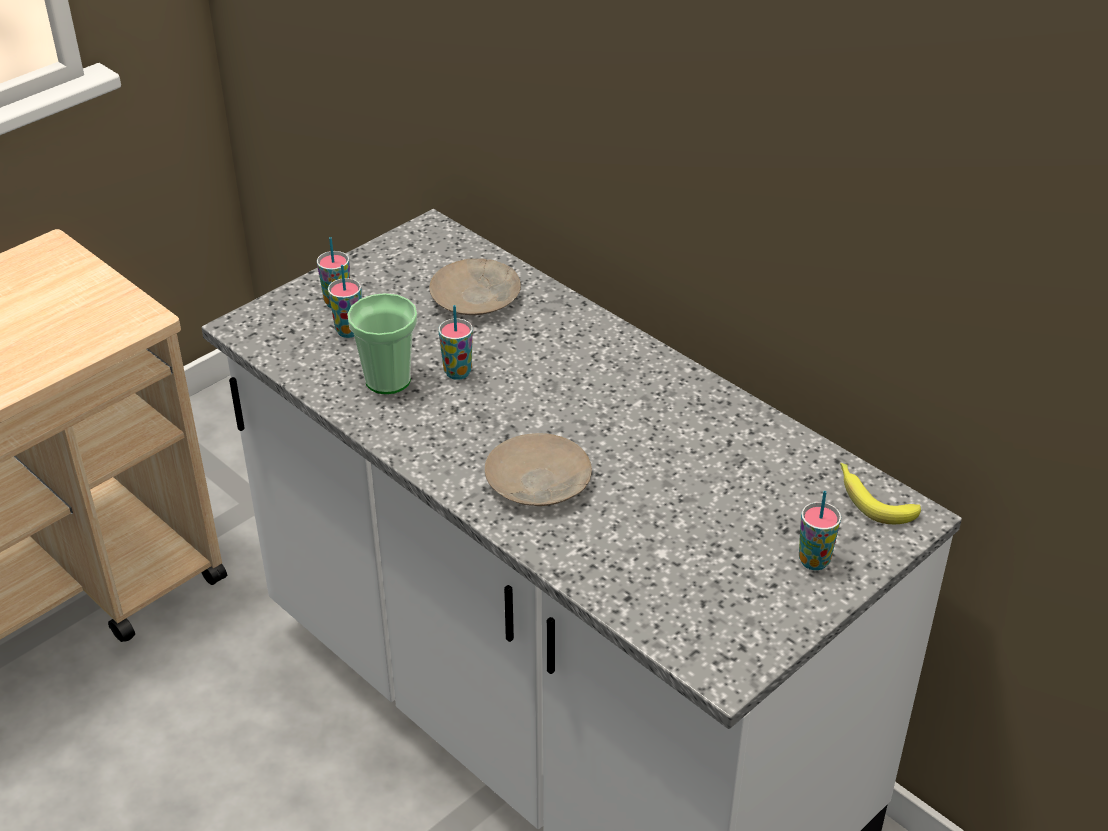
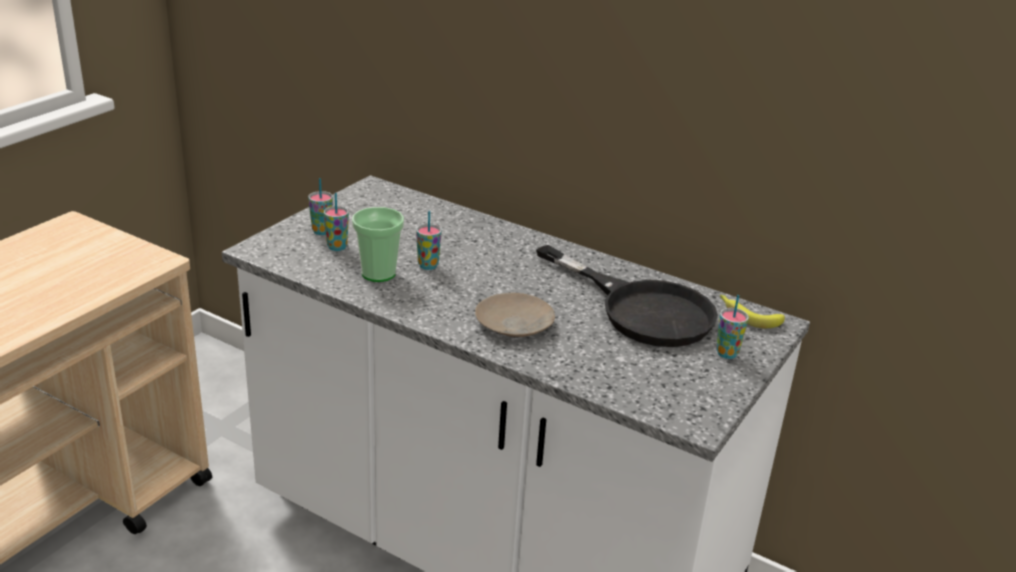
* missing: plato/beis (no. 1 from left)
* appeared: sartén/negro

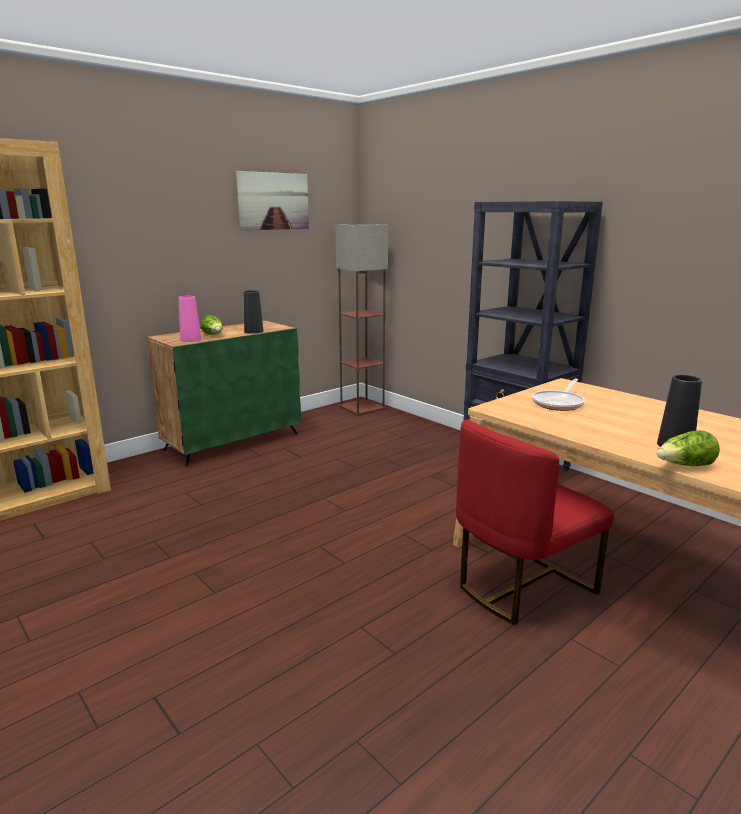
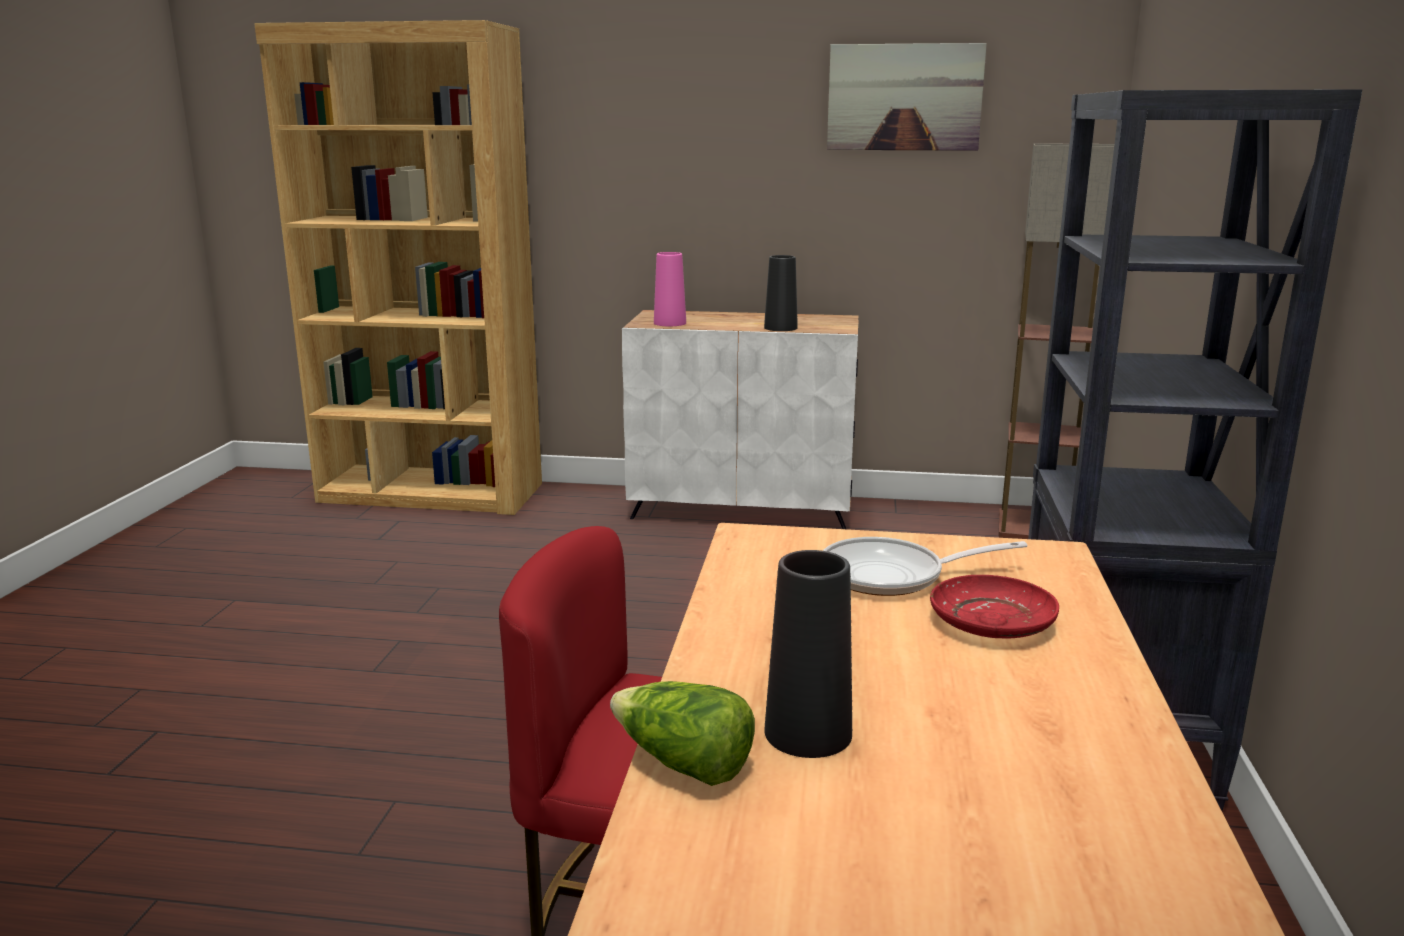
* missing: lechuga (no. 1 from left)
* colour: armario/verde to armario/blanco
* appeared: plato/rojo

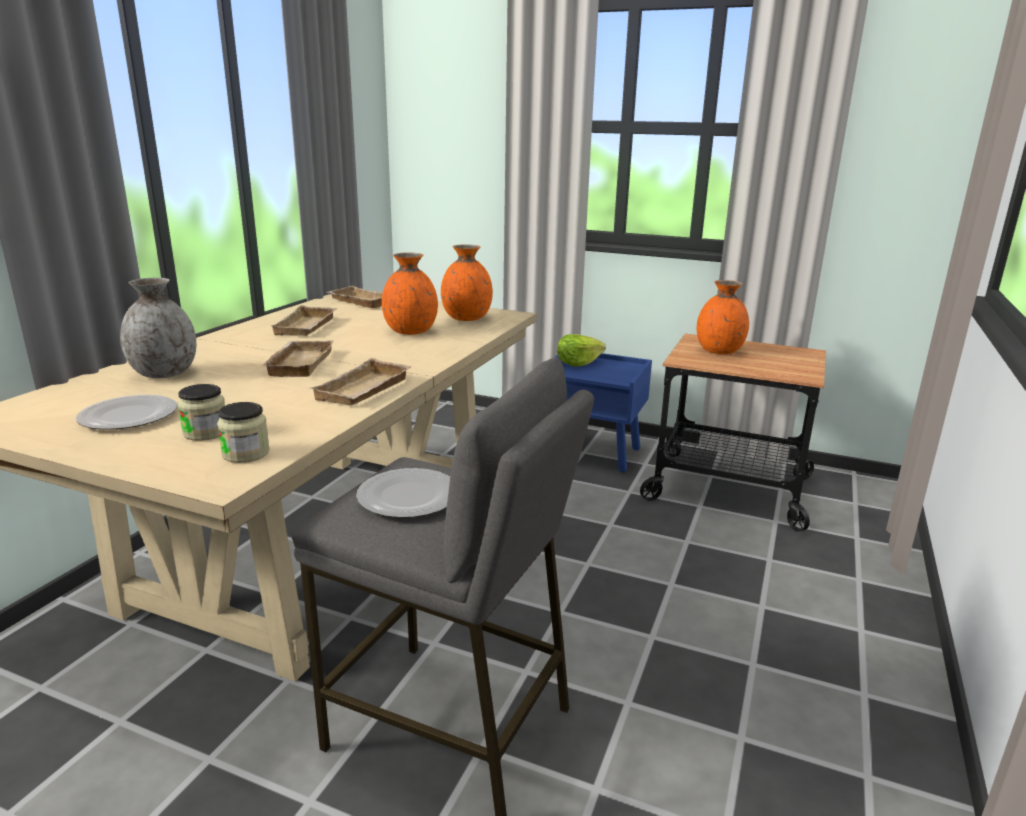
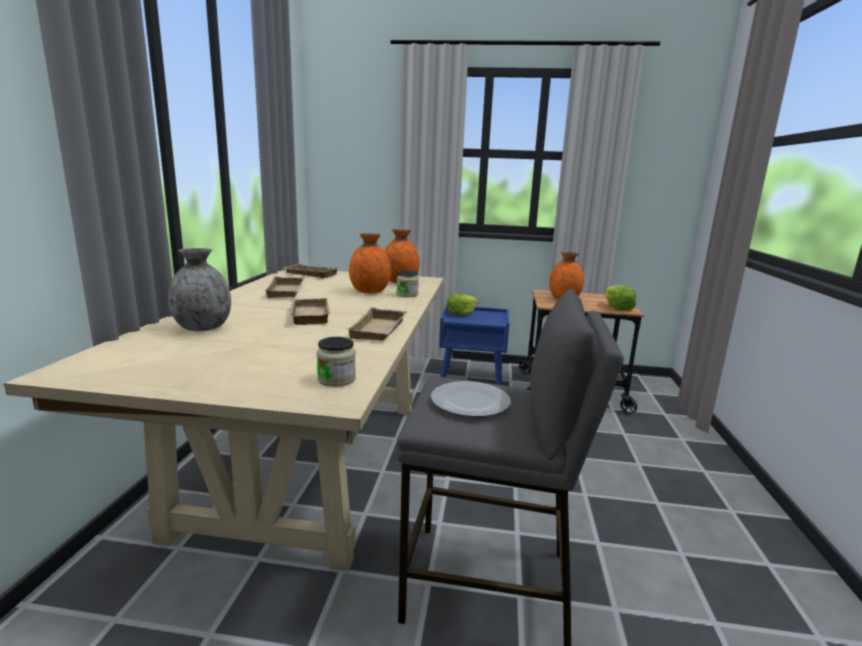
* relocated: tarro (no. 1 from left in the first image) to tarro (no. 2 from left)
* missing: plato (no. 1 from left)
* appeared: lechuga (no. 2 from left)

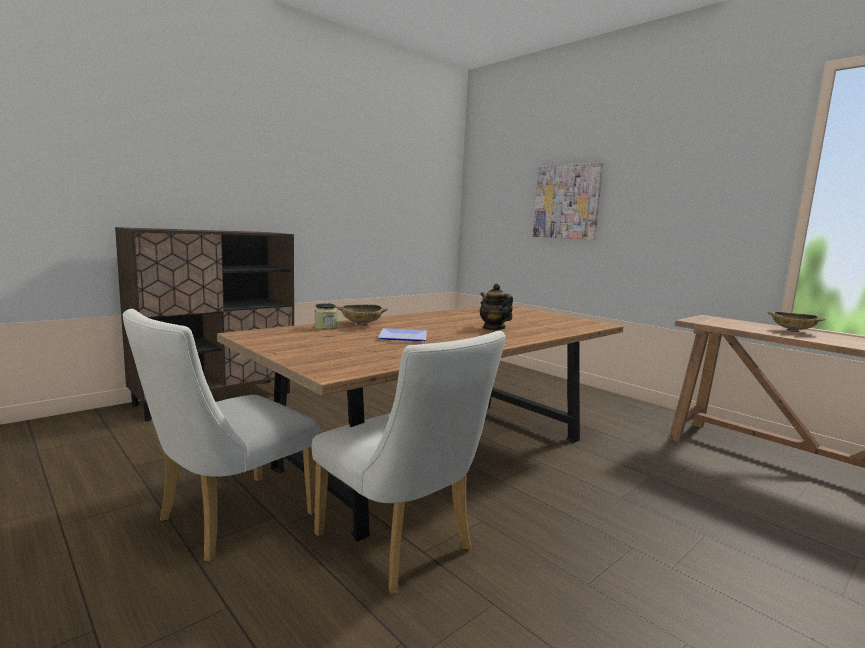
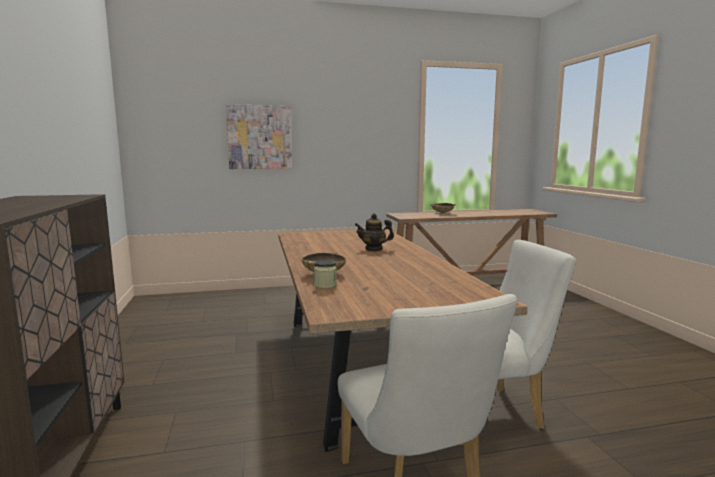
* missing: plato

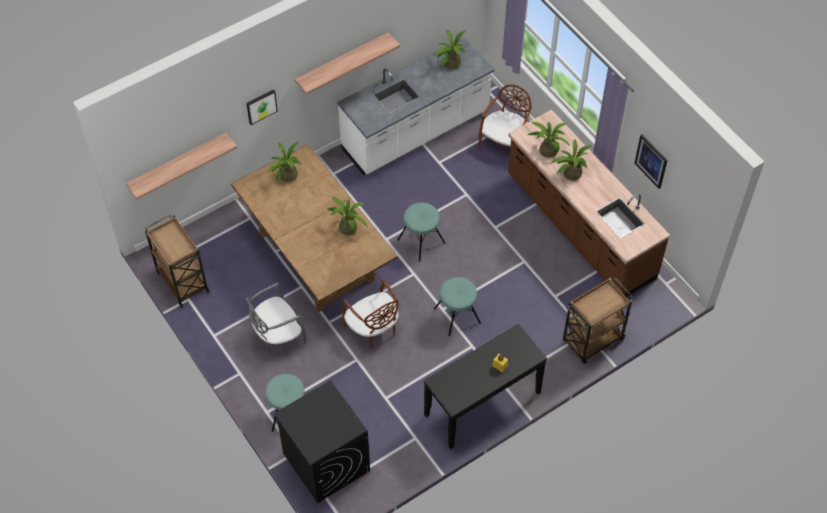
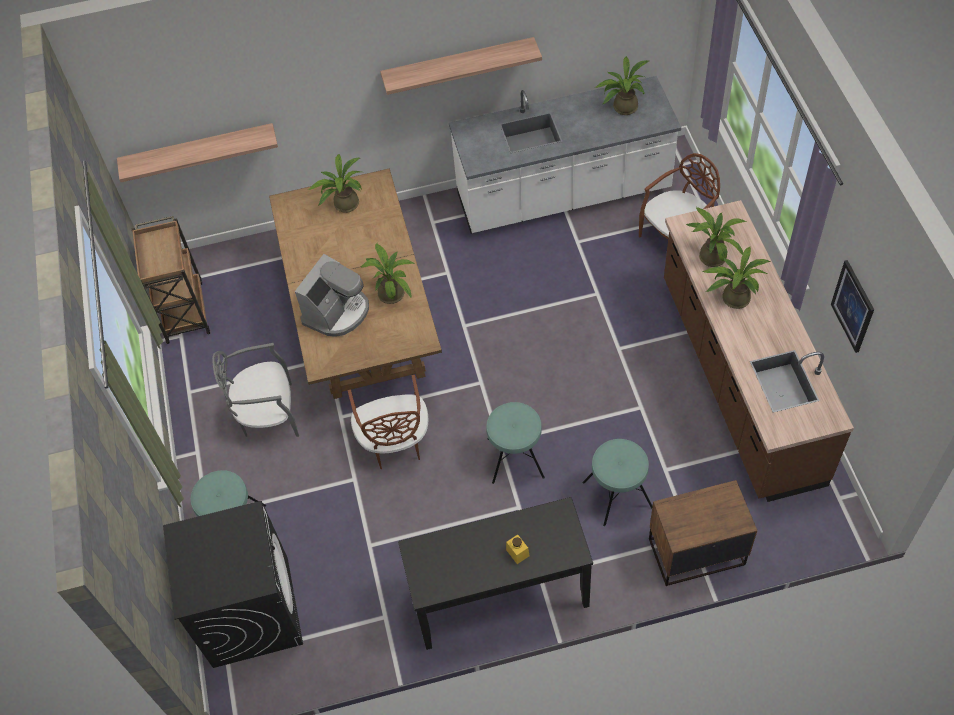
* missing: cuadro (no. 1 from left)
* relocated: taburete/turquesa (no. 2 from left in the first image) to taburete/turquesa (no. 3 from left)
* exchanged: carrito/marrón (no. 2 from left) to mesita de noche/marrón
* appeared: cafetera

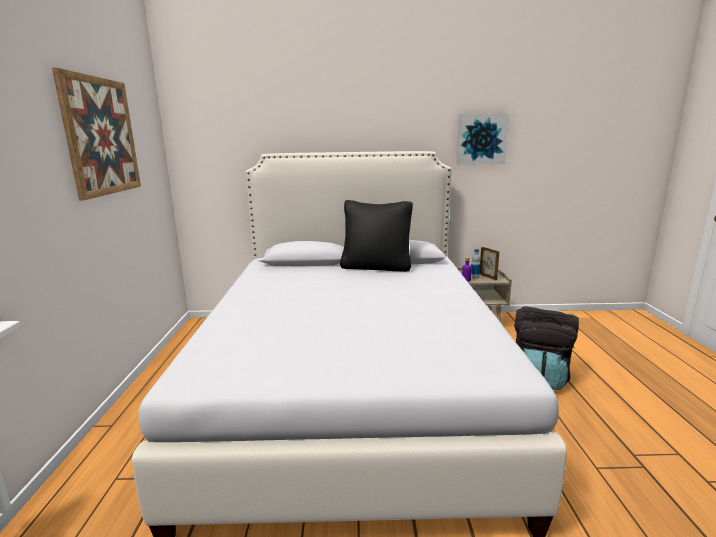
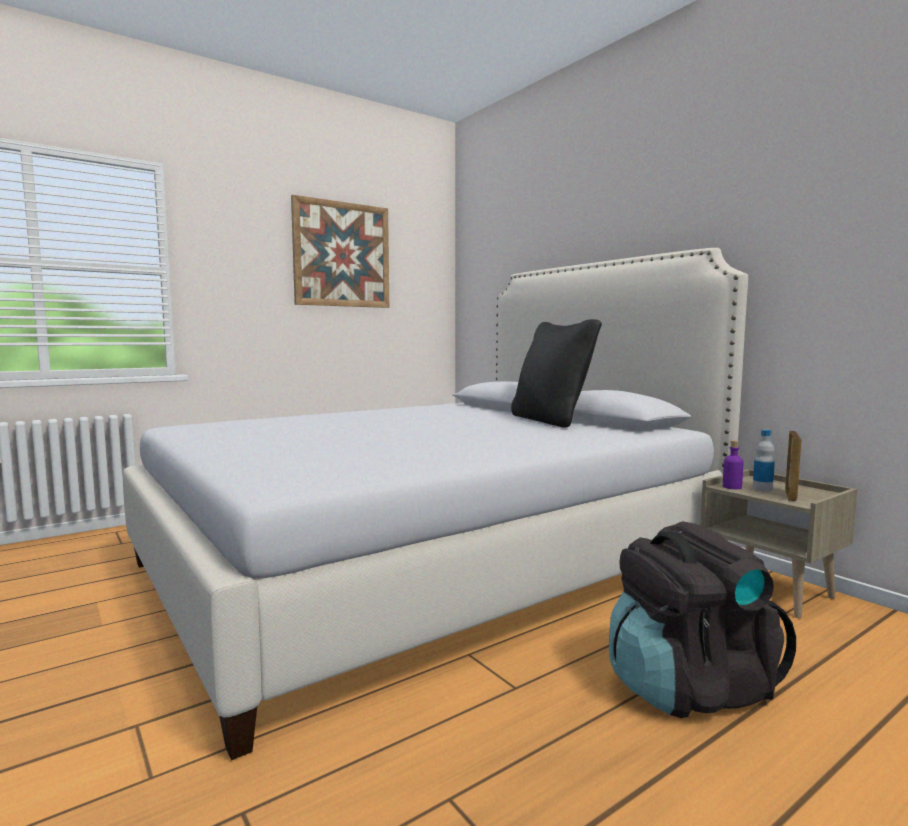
* missing: cuadro (no. 2 from left)

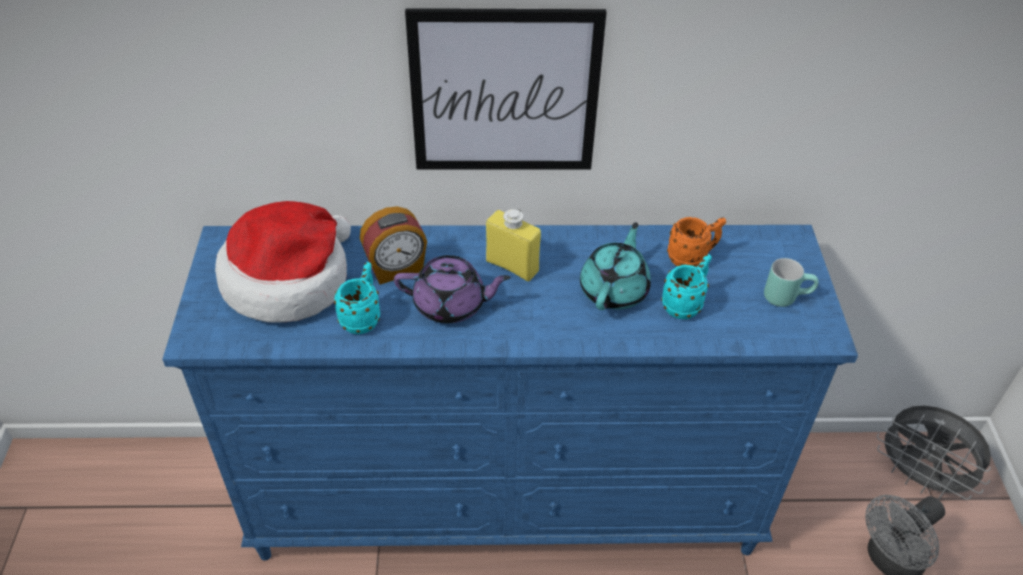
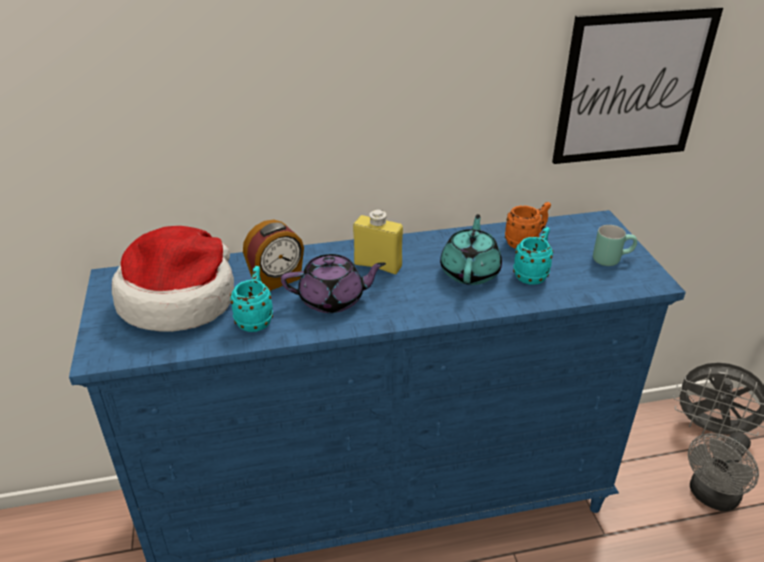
* relocated: cuadro

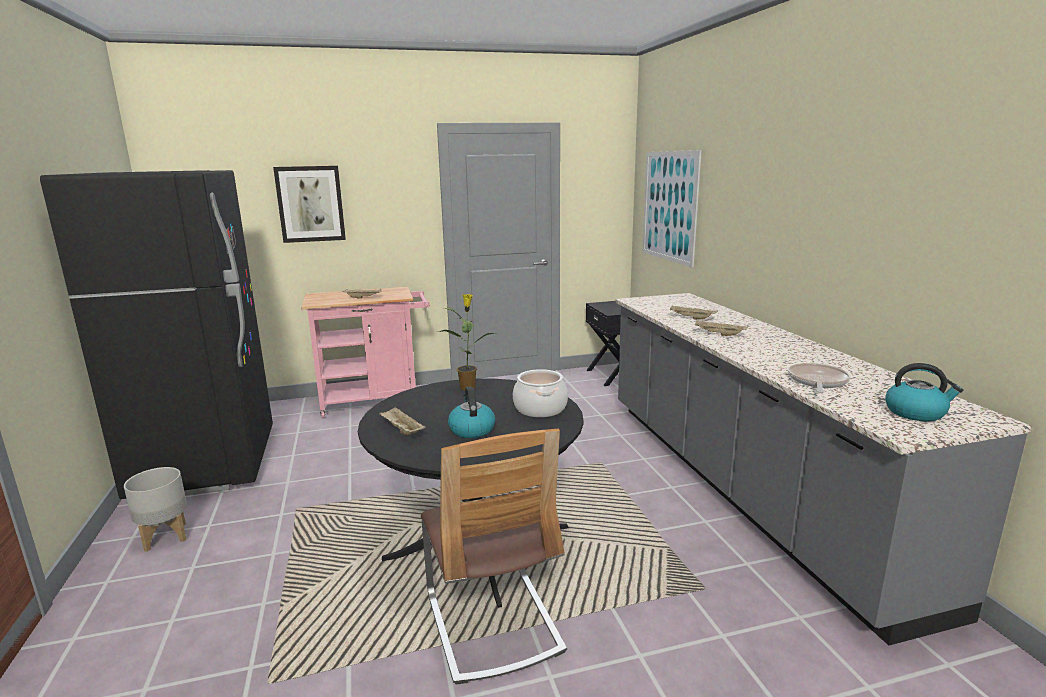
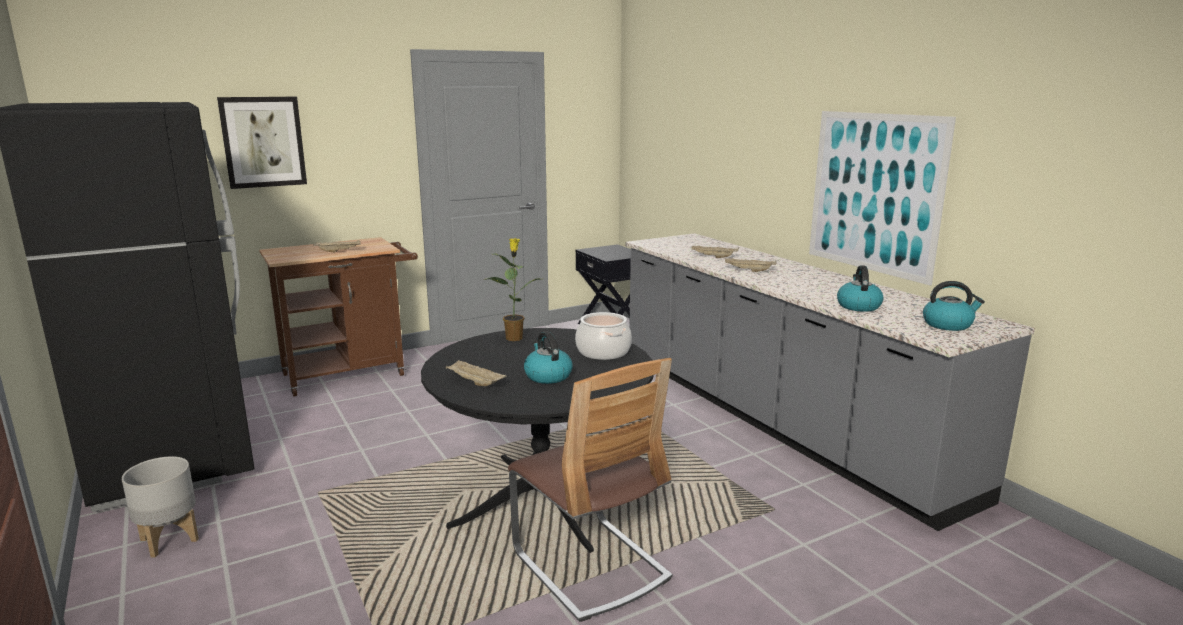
* relocated: cuadro (no. 2 from left)
* colour: carrito/rosa to carrito/marrón
* exchanged: sartén to hervidor (no. 2 from left)

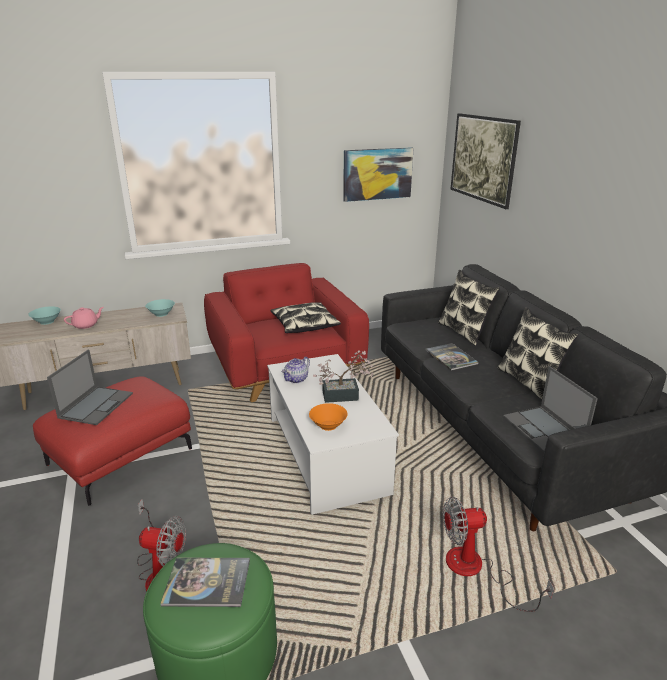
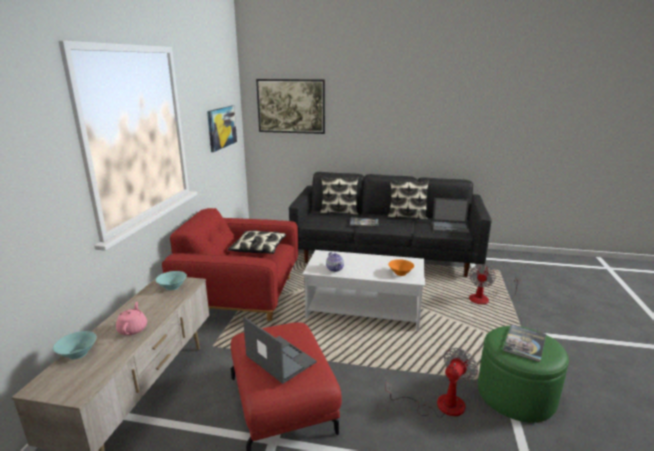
* missing: planta en maceta

